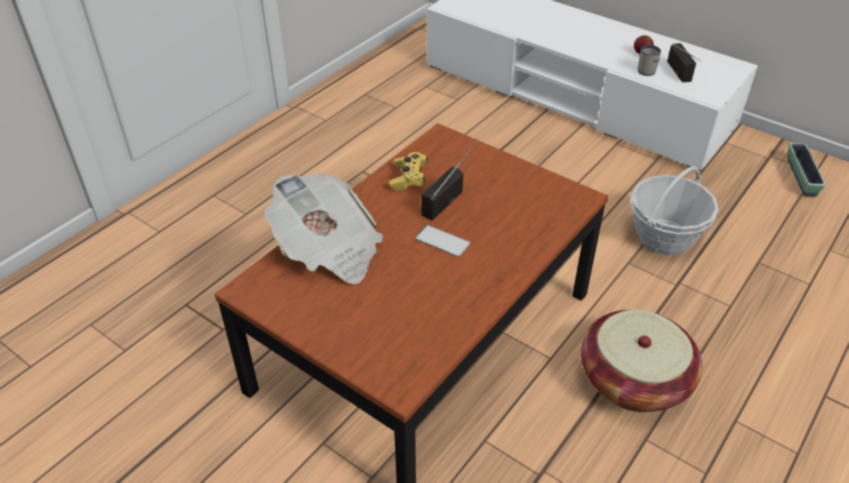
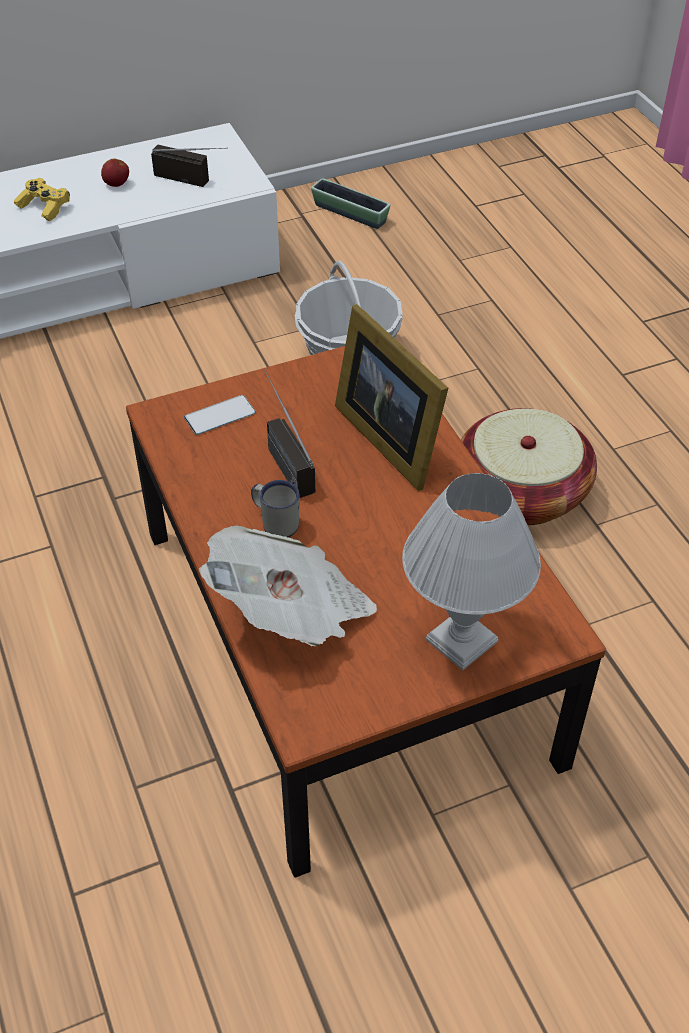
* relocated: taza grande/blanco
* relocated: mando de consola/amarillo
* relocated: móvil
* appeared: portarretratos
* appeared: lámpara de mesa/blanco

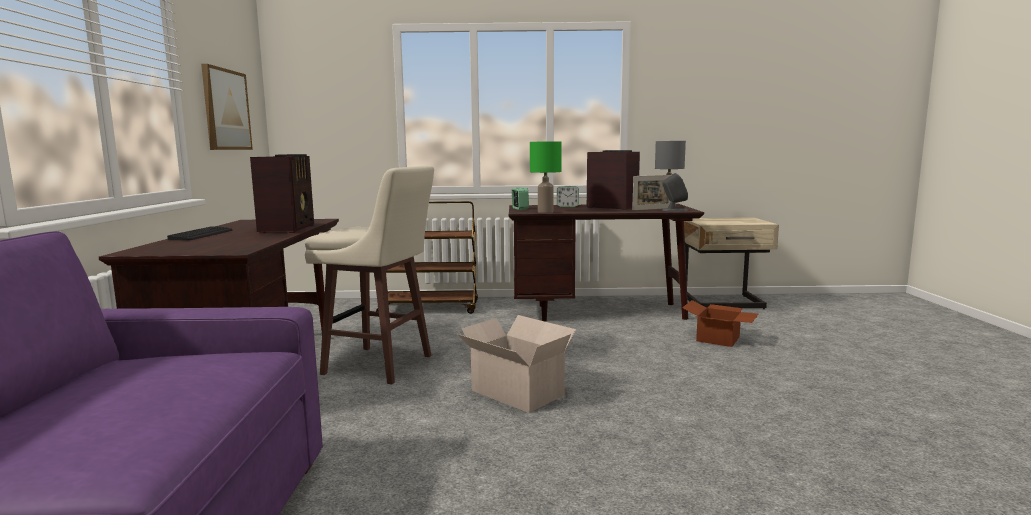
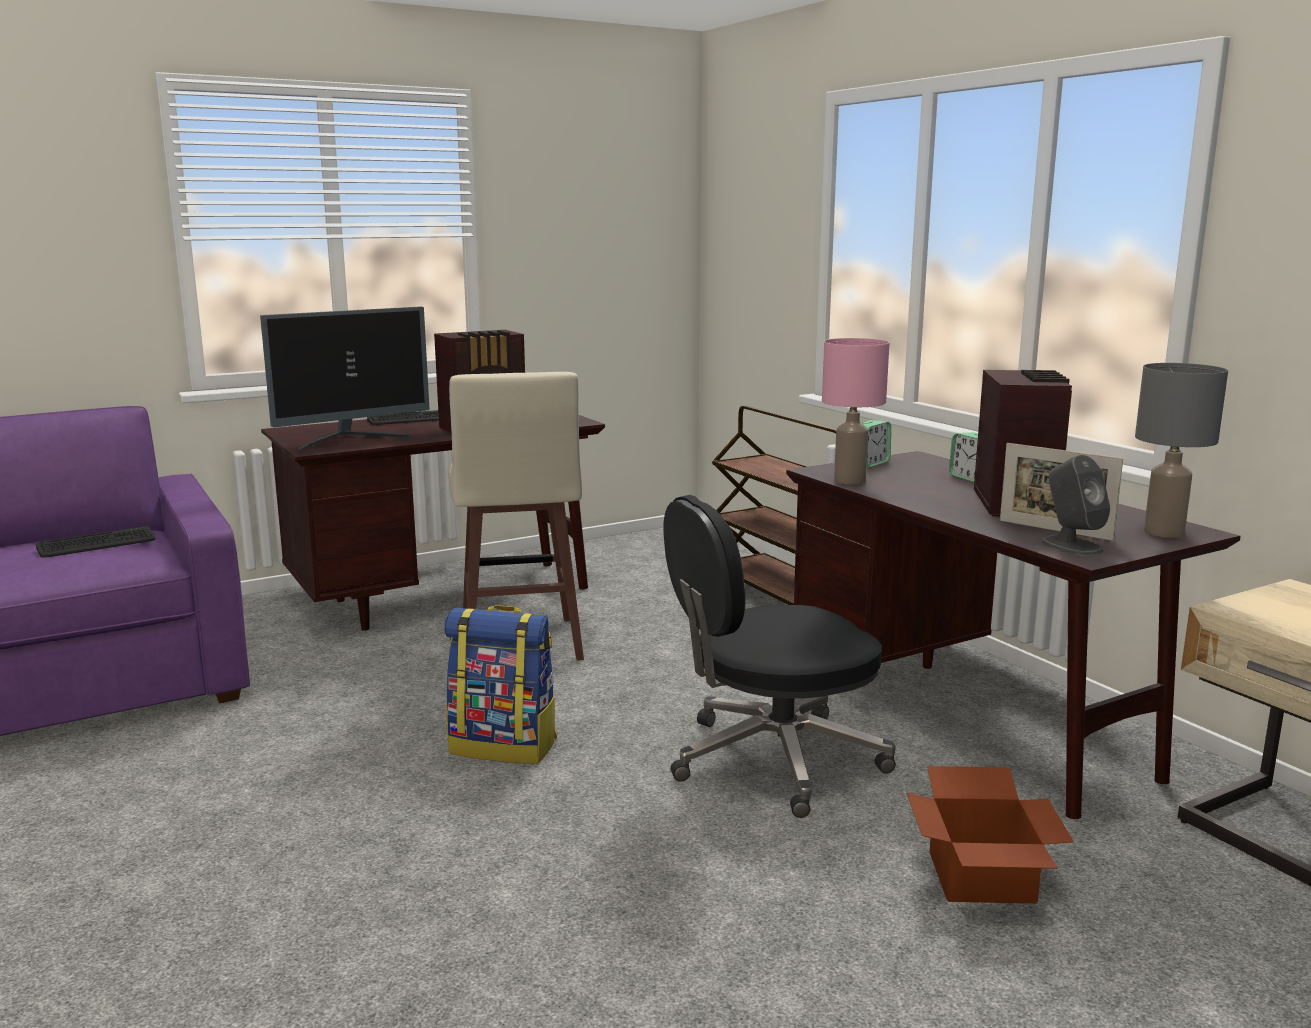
* missing: cuadro
* colour: lámpara de mesa/verde to lámpara de mesa/rosa
* exchanged: caja de cartón (no. 1 from left) to mochila
* appeared: monitor
* appeared: silla de oficina/negro
* appeared: teclado (no. 1 from left)

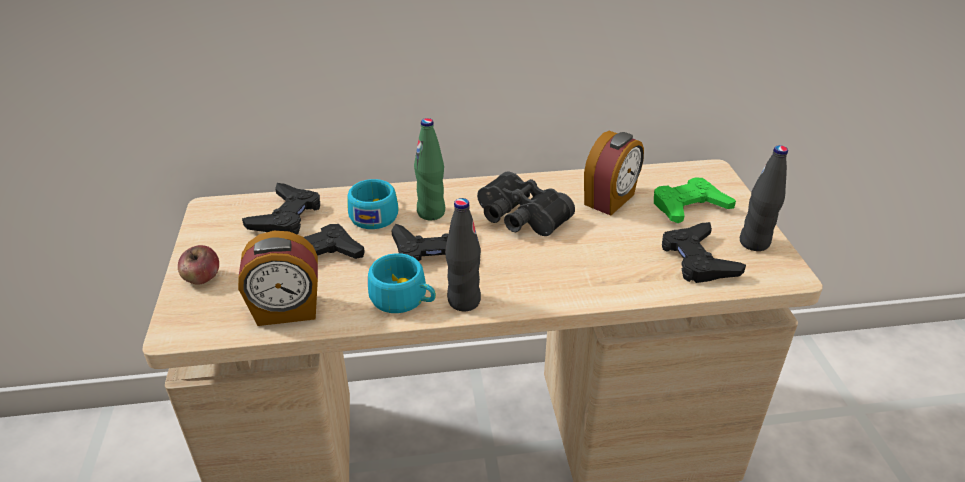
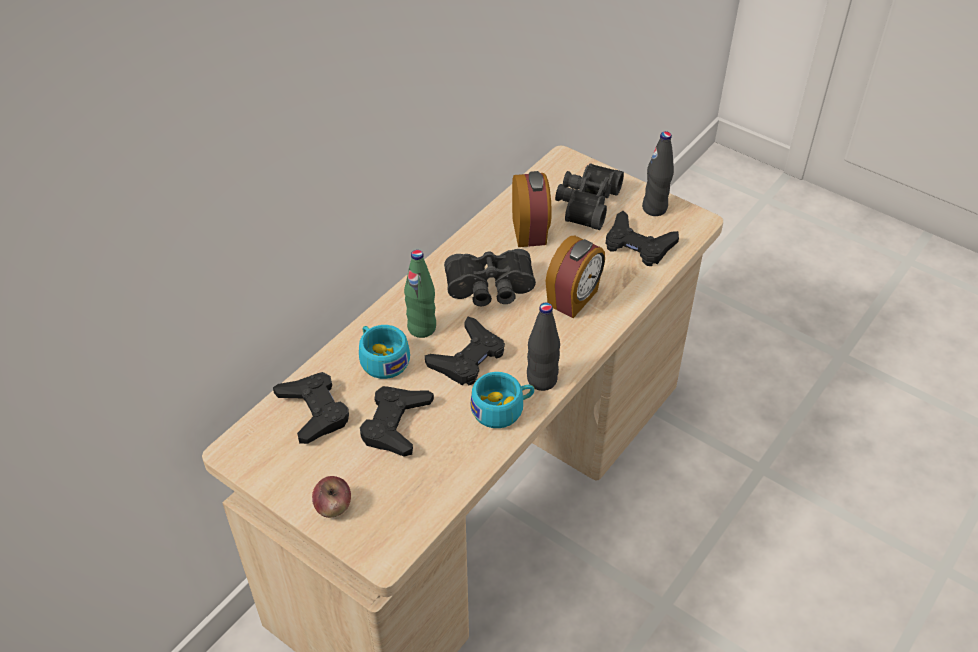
* exchanged: mando de consola/verde to prismáticos/negro (no. 2 from left)
* relocated: despertador (no. 1 from left in the first image) to despertador (no. 2 from left)

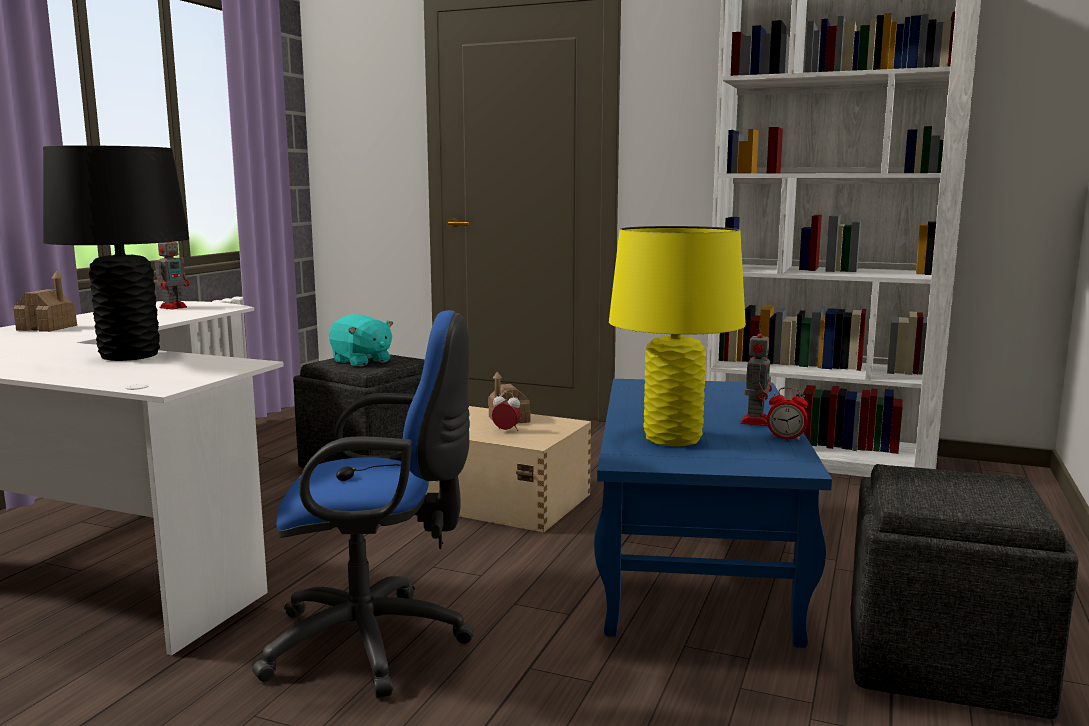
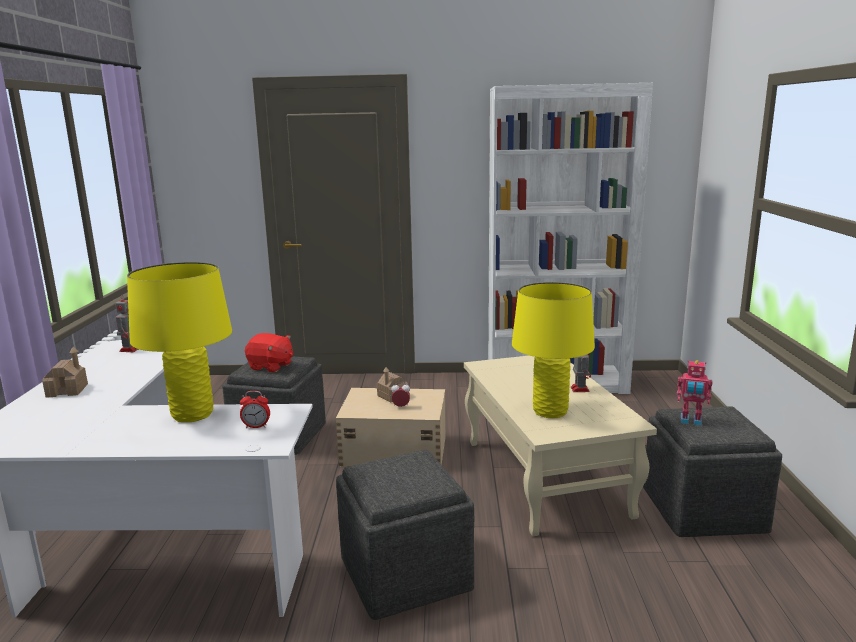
* colour: lámpara de mesa/negro to lámpara de mesa/amarillo (no. 1 from left)
* exchanged: silla de oficina/azul to puf/gris (no. 2 from left)
* colour: peluche/turquesa to peluche/rojo
* colour: mesa de centro/azul to mesa de centro/beis
* relocated: despertador (no. 2 from left in the first image) to despertador (no. 1 from left)
* appeared: robot de juguete (no. 3 from left)

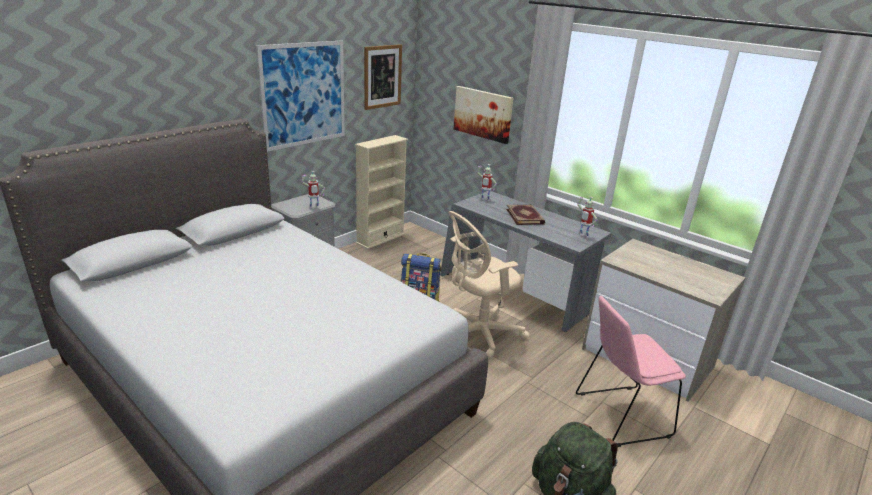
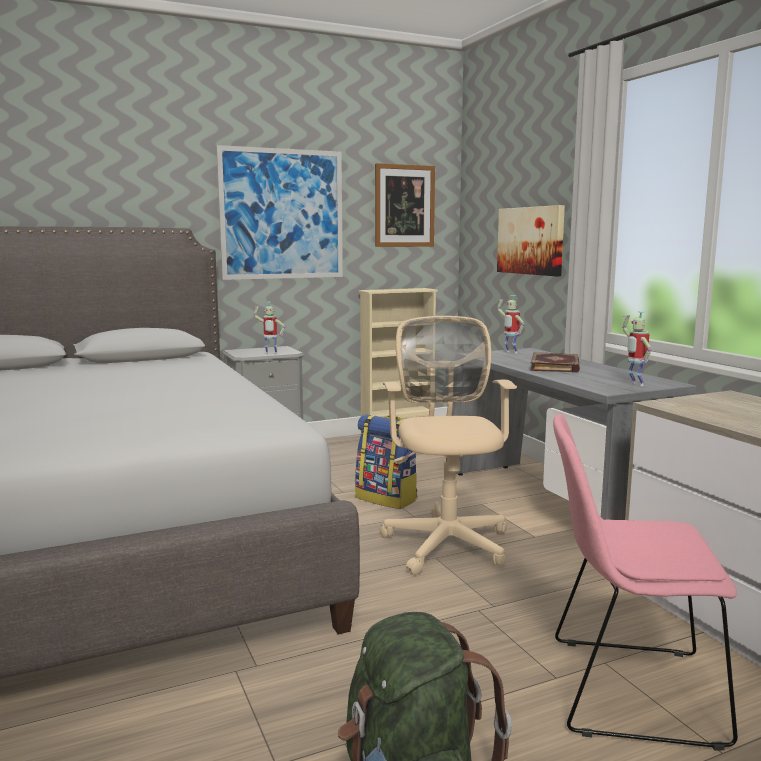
* spun: silla de oficina/beis 90 degrees clockwise

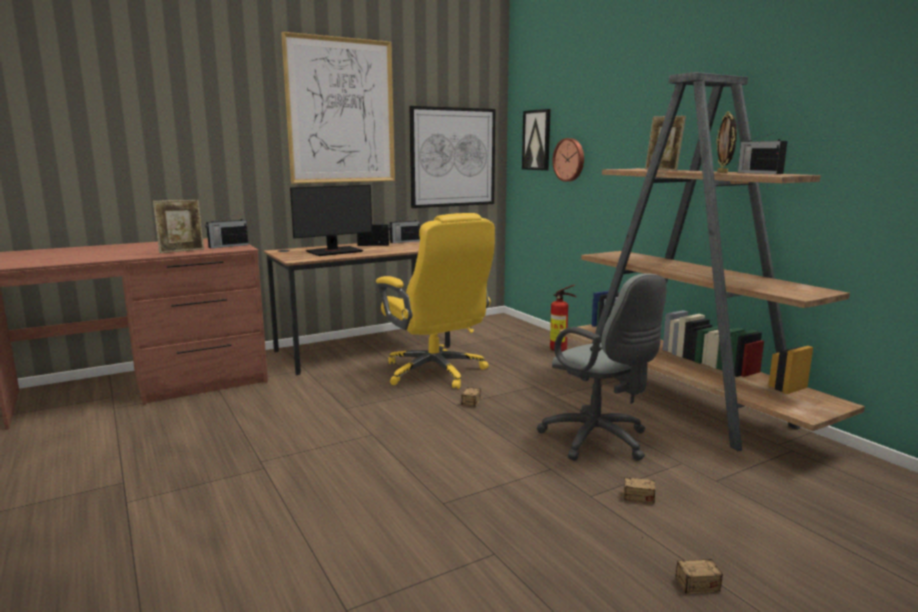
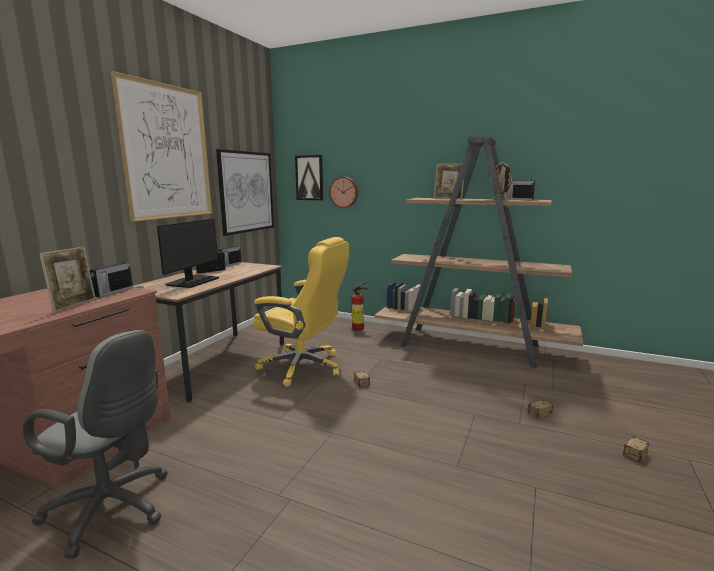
* relocated: silla de oficina/gris

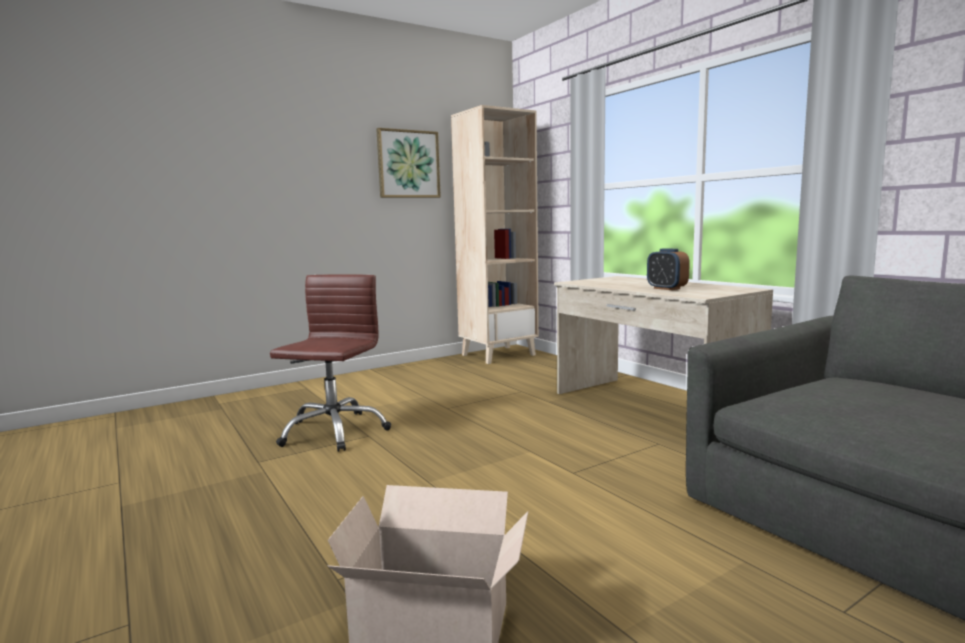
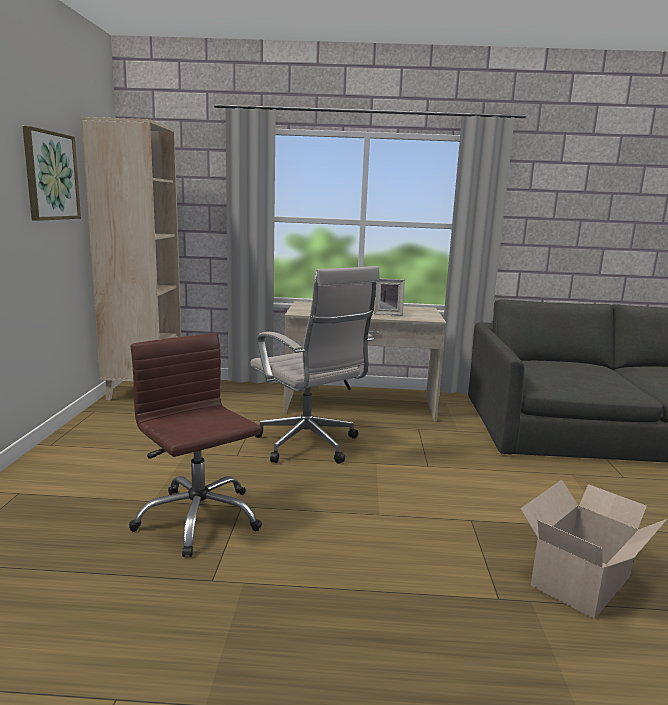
* exchanged: despertador to portarretratos
* appeared: silla de oficina/blanco

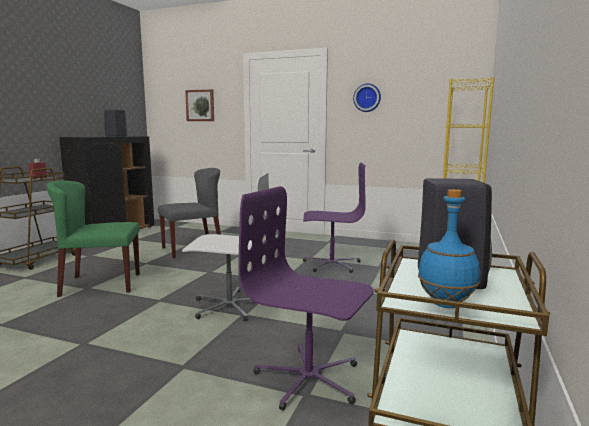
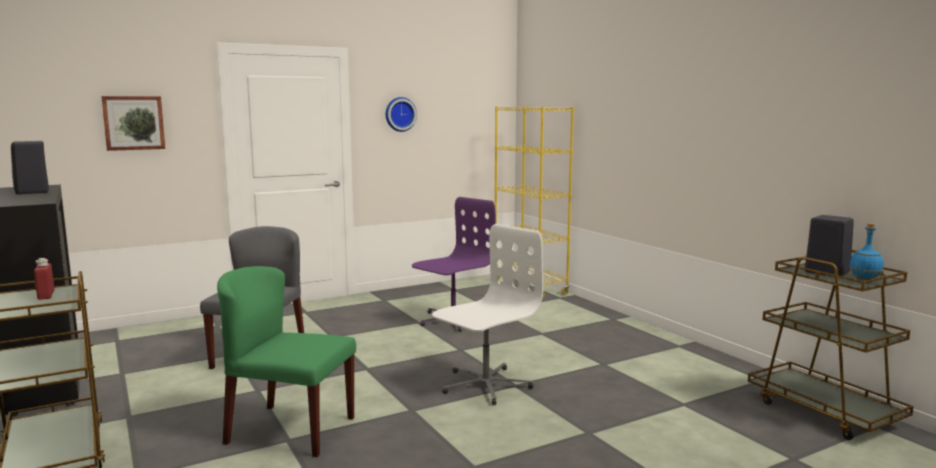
* spun: silla/verde 75 degrees clockwise
* missing: silla de oficina/morado (no. 1 from left)

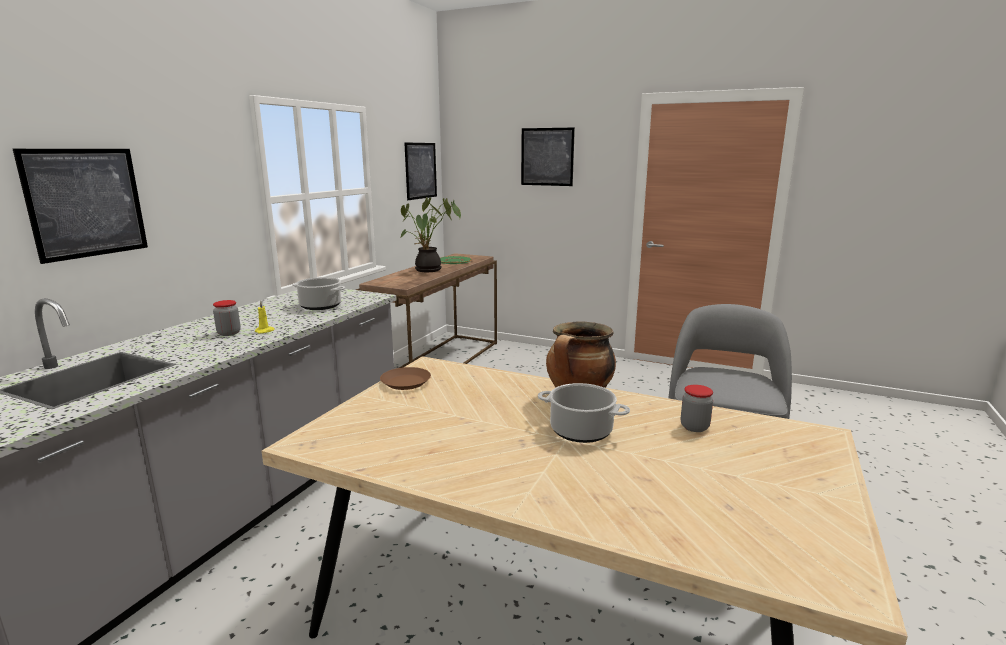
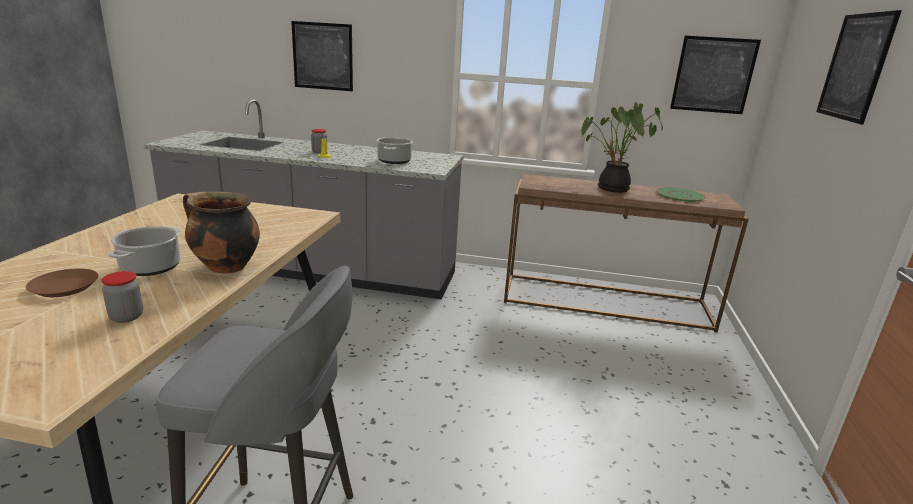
* relocated: plato/marrón

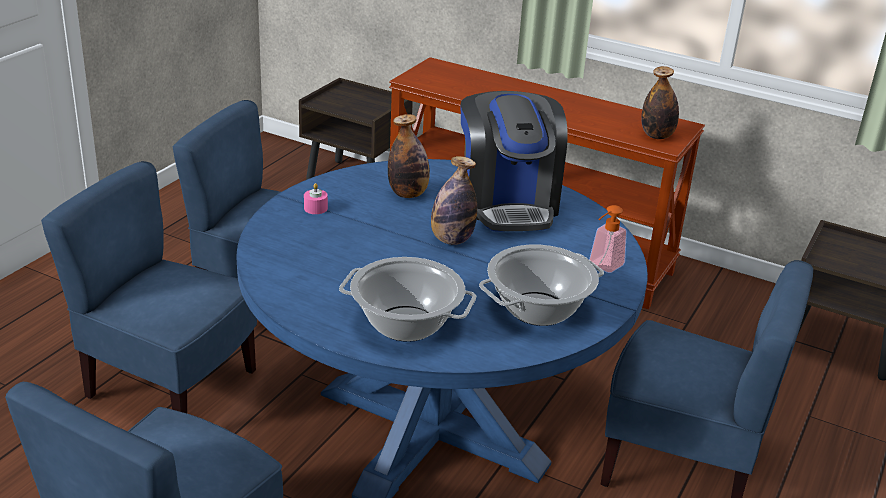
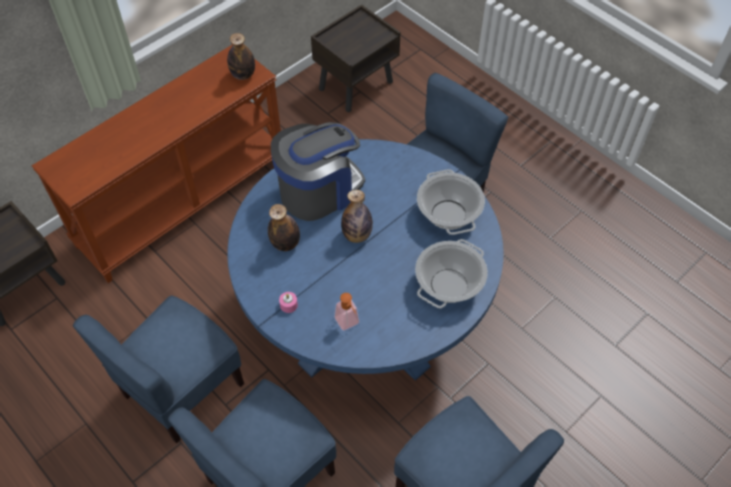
* spun: cafetera 45 degrees counterclockwise
* relocated: dispensador de jabón

